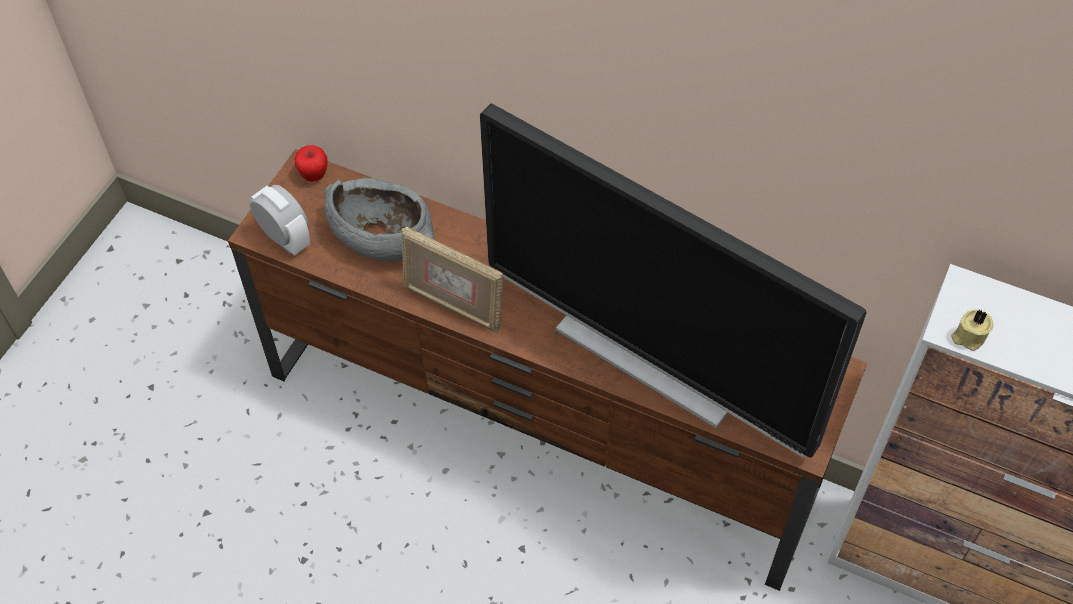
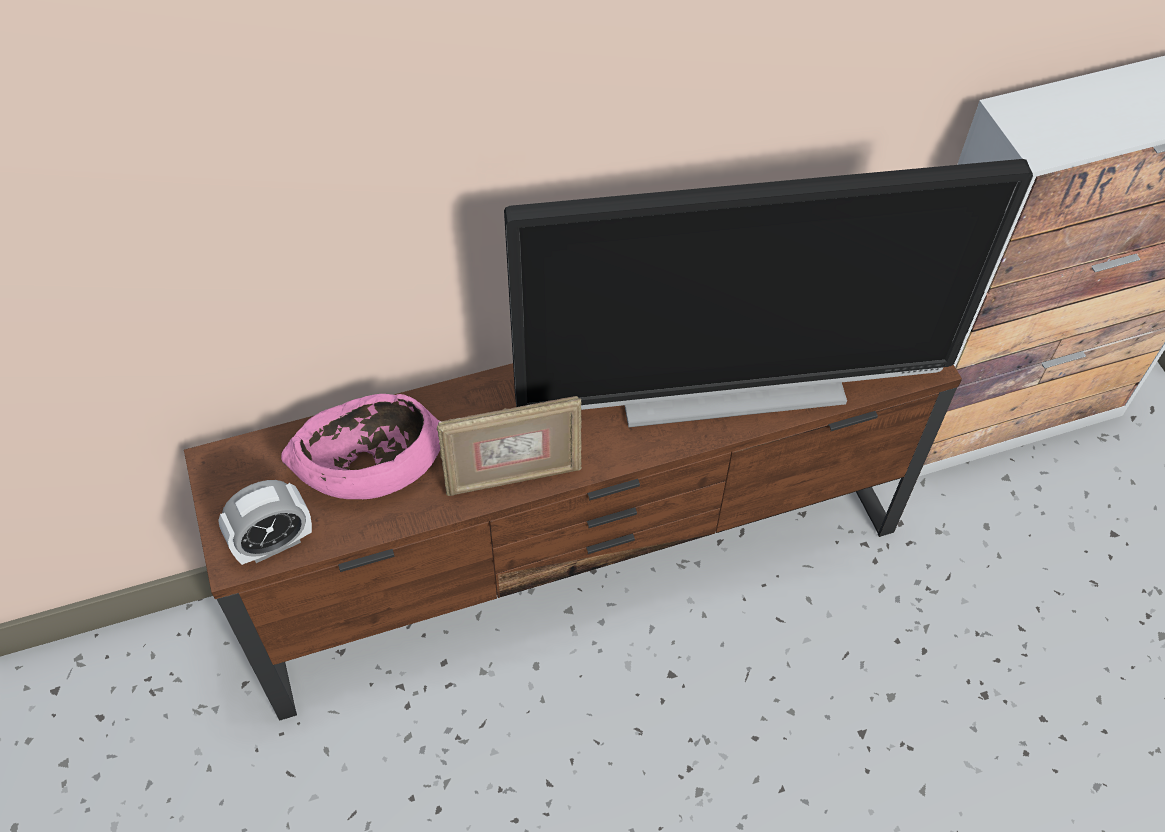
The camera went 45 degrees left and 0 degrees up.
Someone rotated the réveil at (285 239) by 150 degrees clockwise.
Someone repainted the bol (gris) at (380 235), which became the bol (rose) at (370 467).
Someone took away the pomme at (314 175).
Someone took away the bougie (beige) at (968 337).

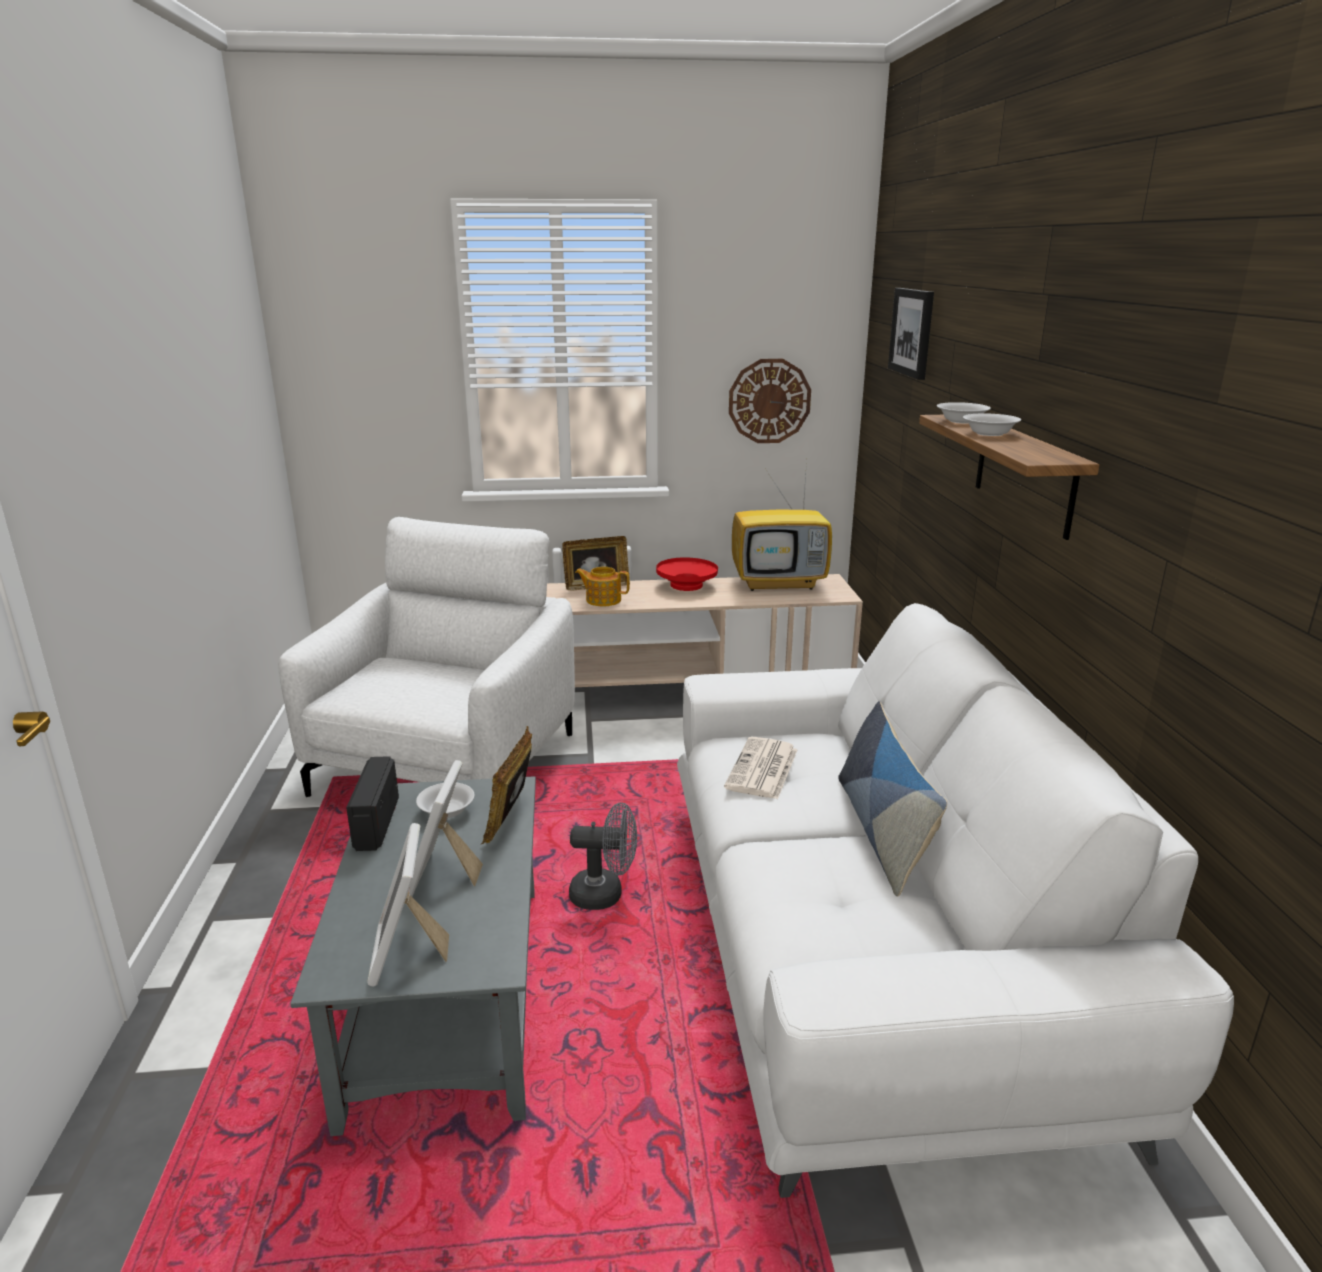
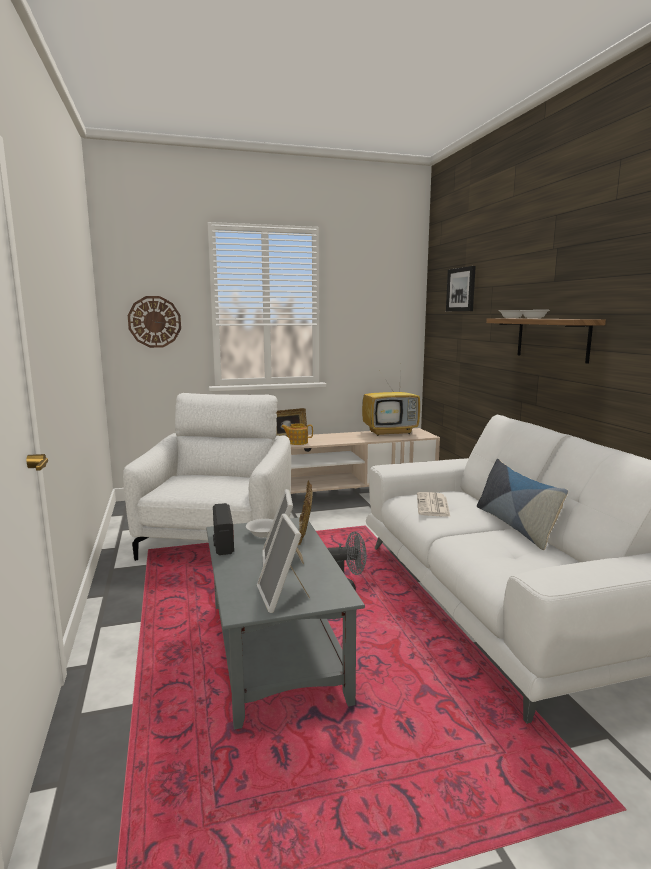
The camera went 10 degrees left and 10 degrees down.
Someone carried the horloge murale from (769 401) to (154 322).
Someone took away the bol (rouge) at (687 585).

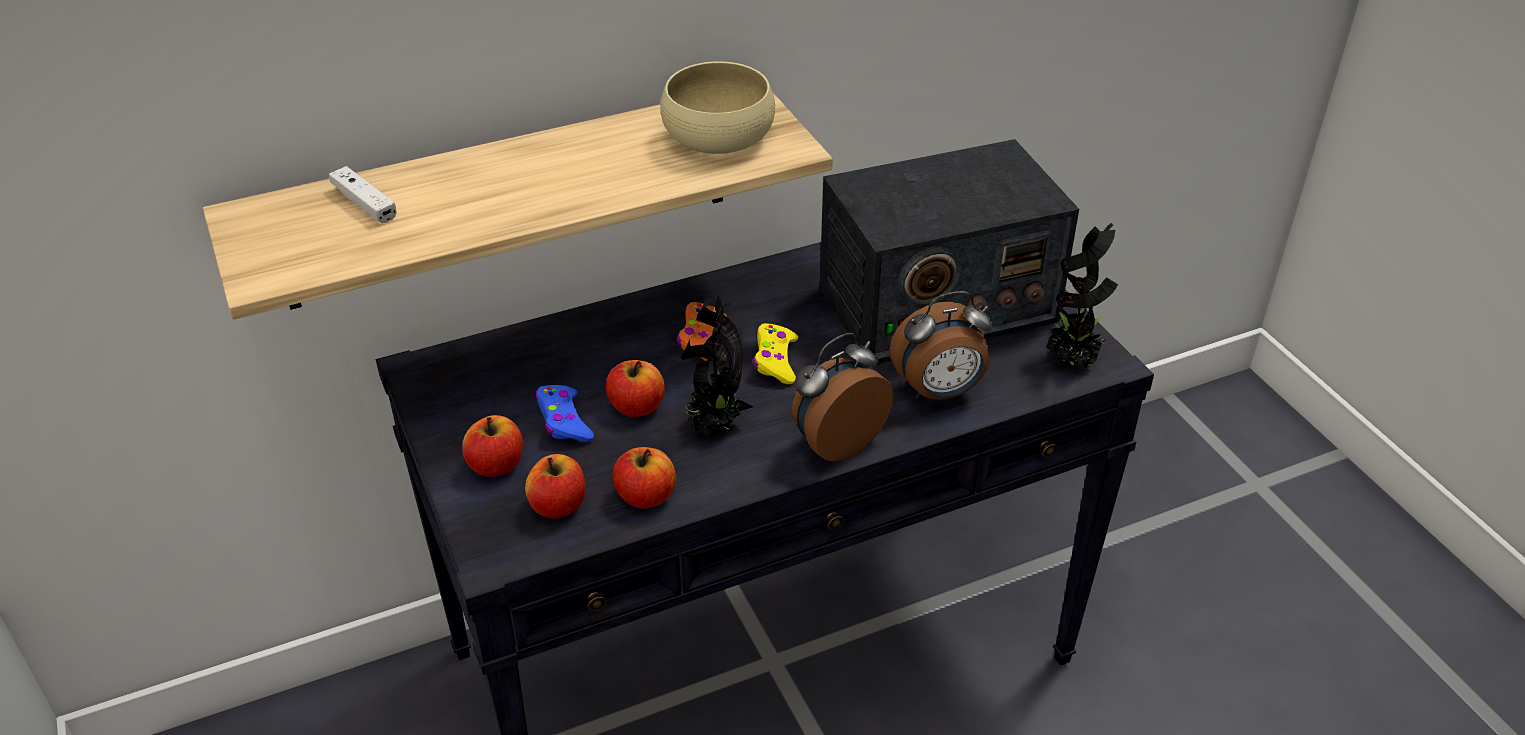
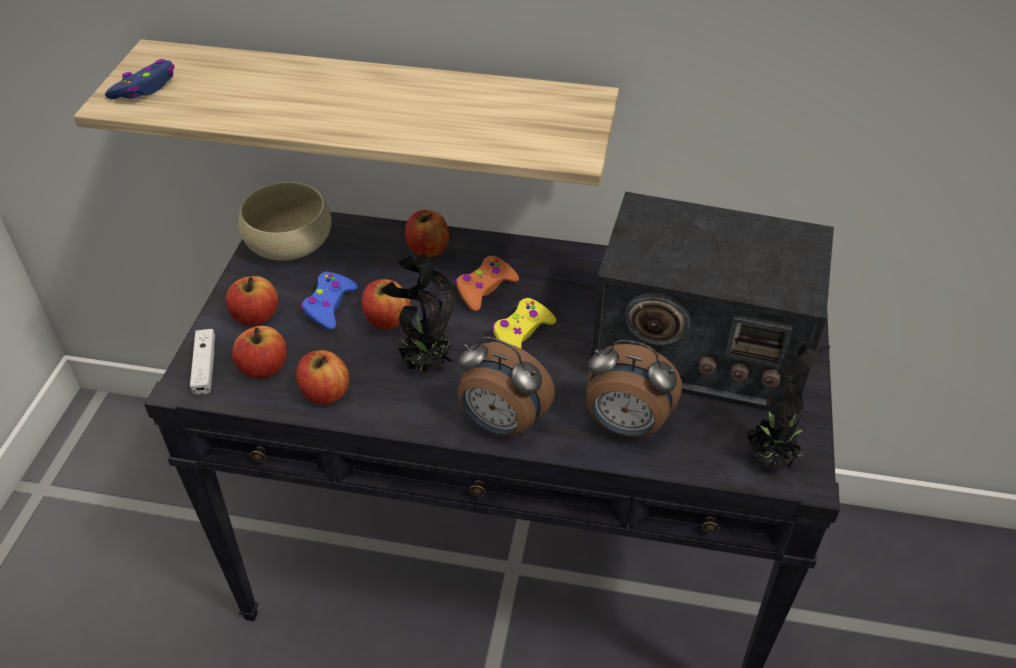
The camera went 35 degrees right and 5 degrees up.
Someone put down the manette (bleu) at (145 88).
Someone carried the manette (blanc) from (364 203) to (205 367).
Someone carried the bol (beige) from (718 136) to (289 241).
Someone put down the pomme at (428 249).
Someone rotated the réveil at (836 441) by 150 degrees counterclockwise.

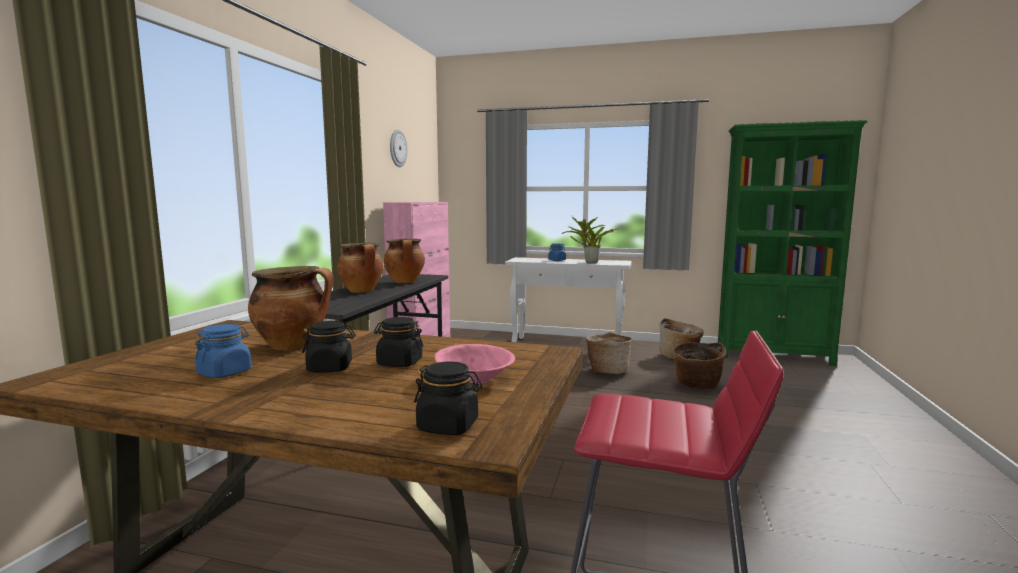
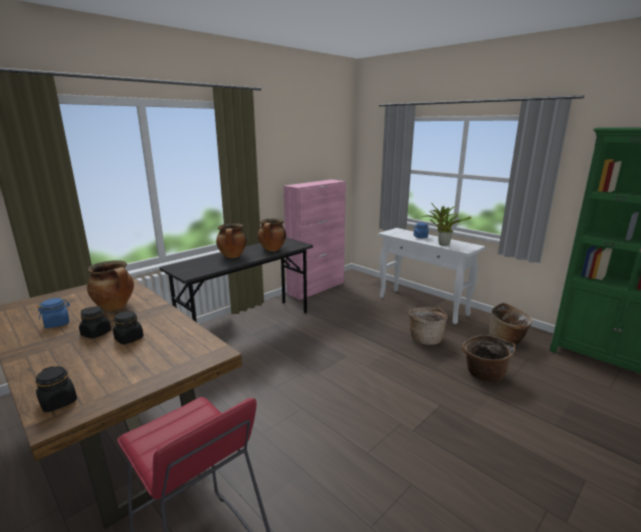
The camera went 30 degrees right and 10 degrees up.
Someone took away the horloge murale at (397 148).
Someone took away the bol (rose) at (475 378).

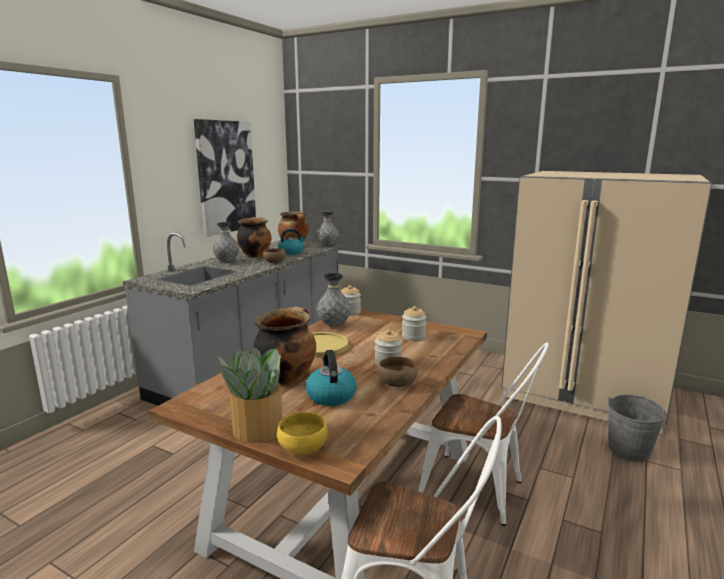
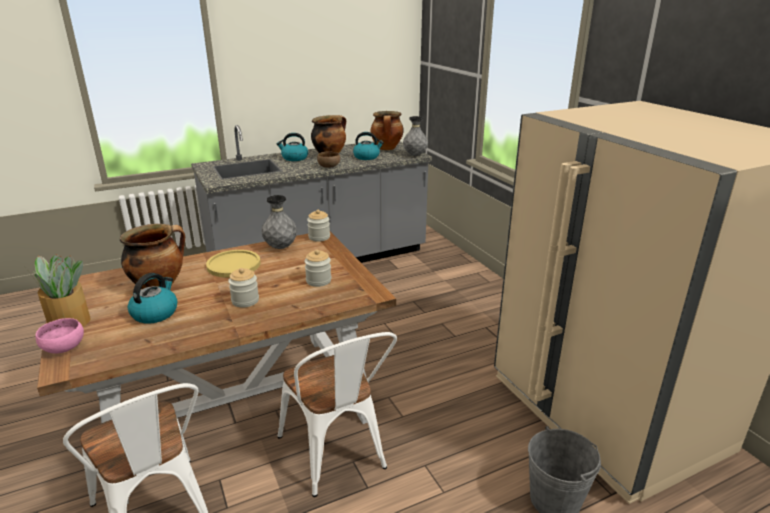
The camera went 35 degrees right and 10 degrees up.
Someone repainted the bol (jaune) at (302 449), which became the bol (rose) at (63 348).
Someone swapped the vase (gris) at (227 262) for the bouilloire at (294 158).
Someone took away the tableau at (225 177).
Someone took away the bol (marron) at (397 383).

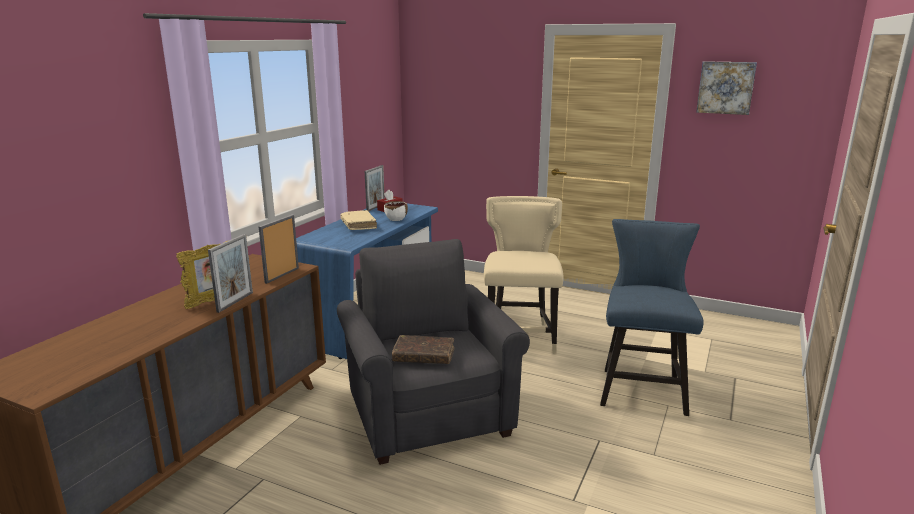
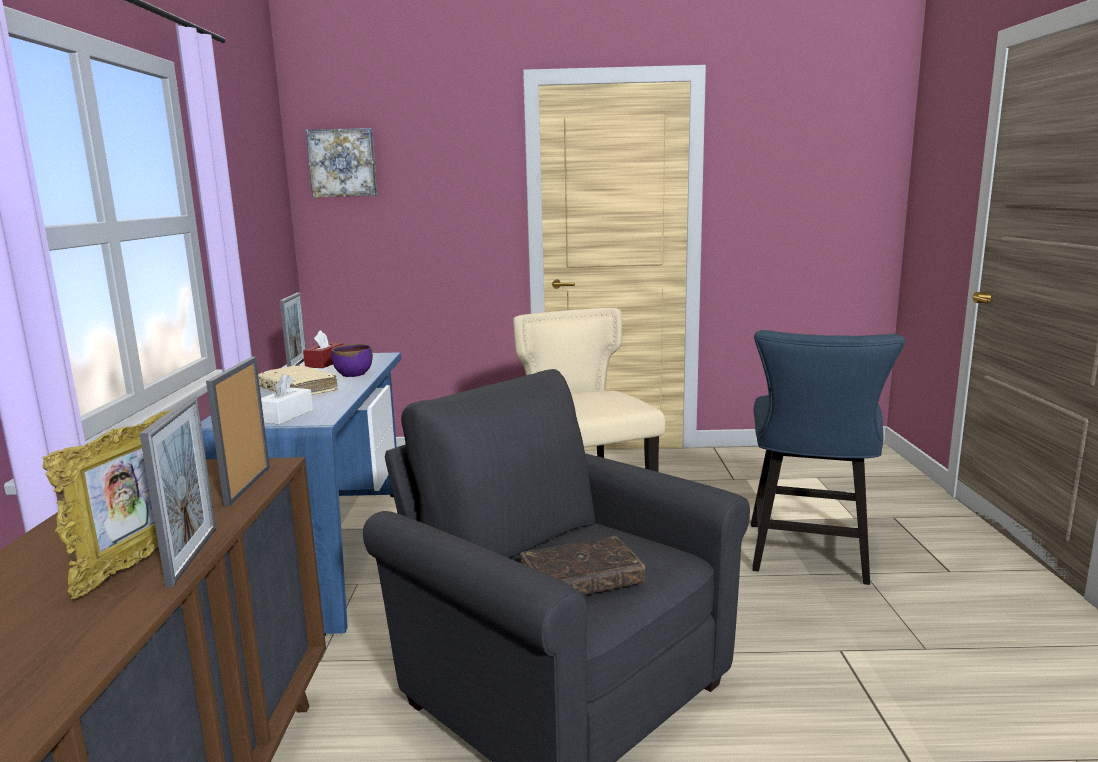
The camera went 25 degrees left and 5 degrees down.
Someone put down the boîte à mouchoirs (blanc) at (286 416).
Someone carried the tableau from (726 87) to (343 163).
Someone repainted the bol (blanc) at (396 219), which became the bol (violet) at (353 374).
Someone rotated the chaise (bleu) at (641 387) by 150 degrees counterclockwise.

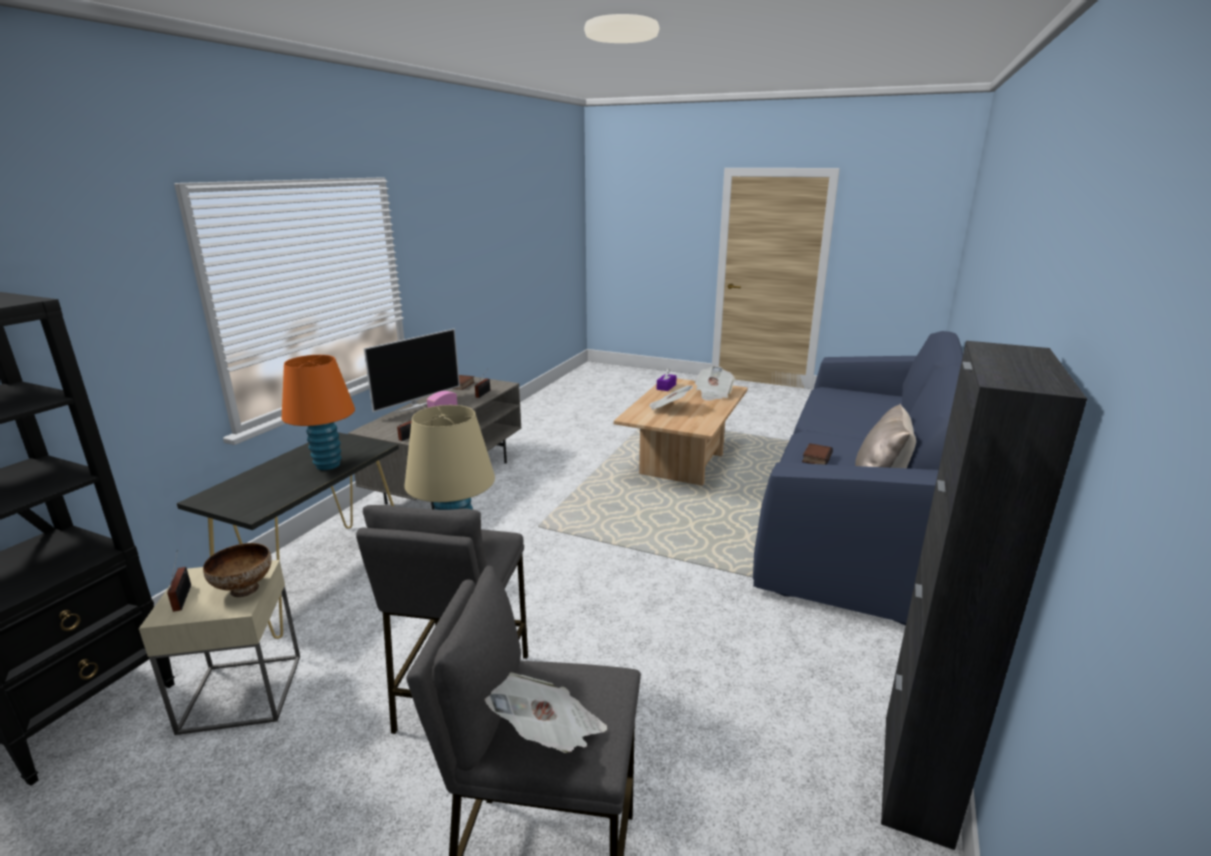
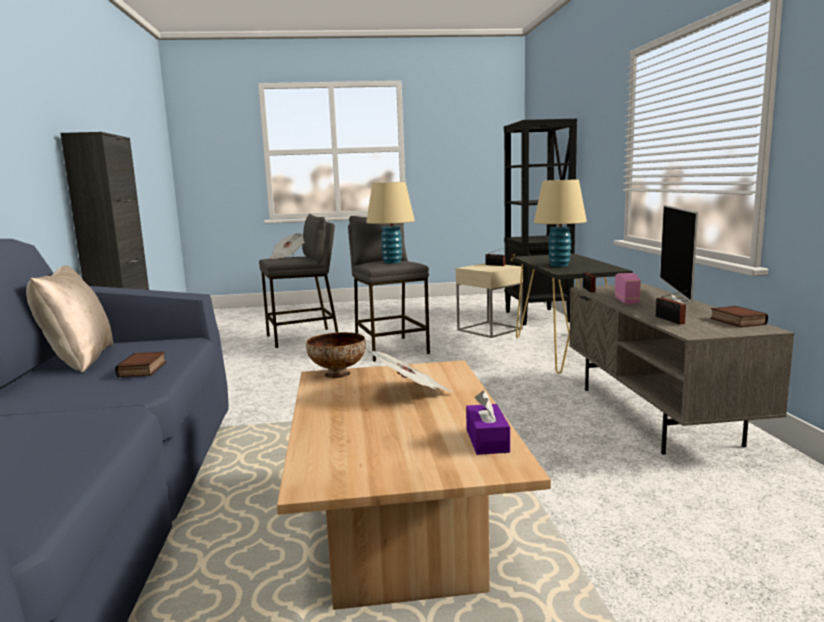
The camera went 150 degrees right and 10 degrees down.
Someone carried the bol from (244 589) to (338 374).
Someone repainted the lampe de table (orange) at (328 465), which became the lampe de table (beige) at (559 265).
Someone took away the journal at (713 394).

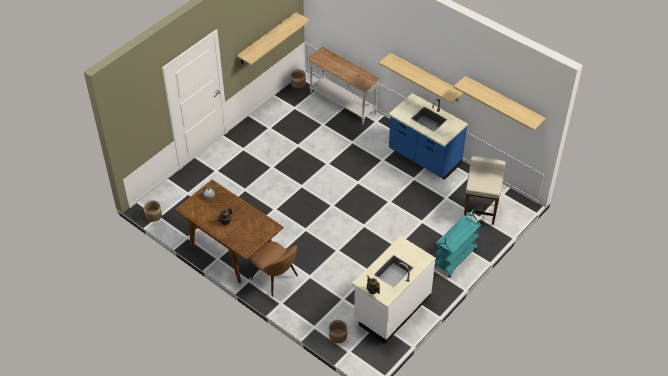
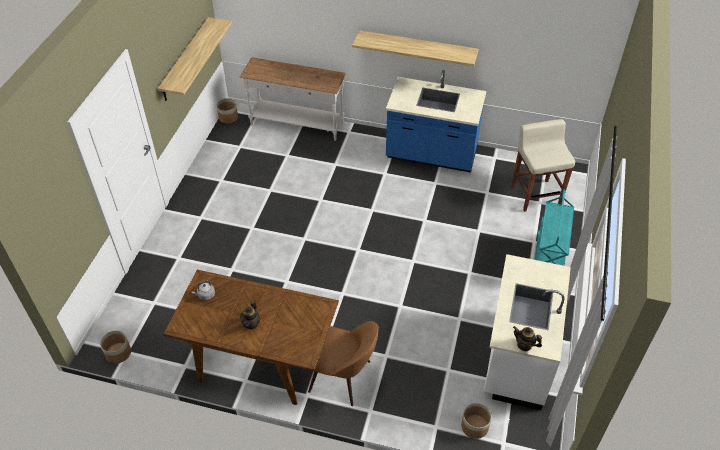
The camera went 25 degrees left and 0 degrees up.
Someone took away the étagère at (503 102).

